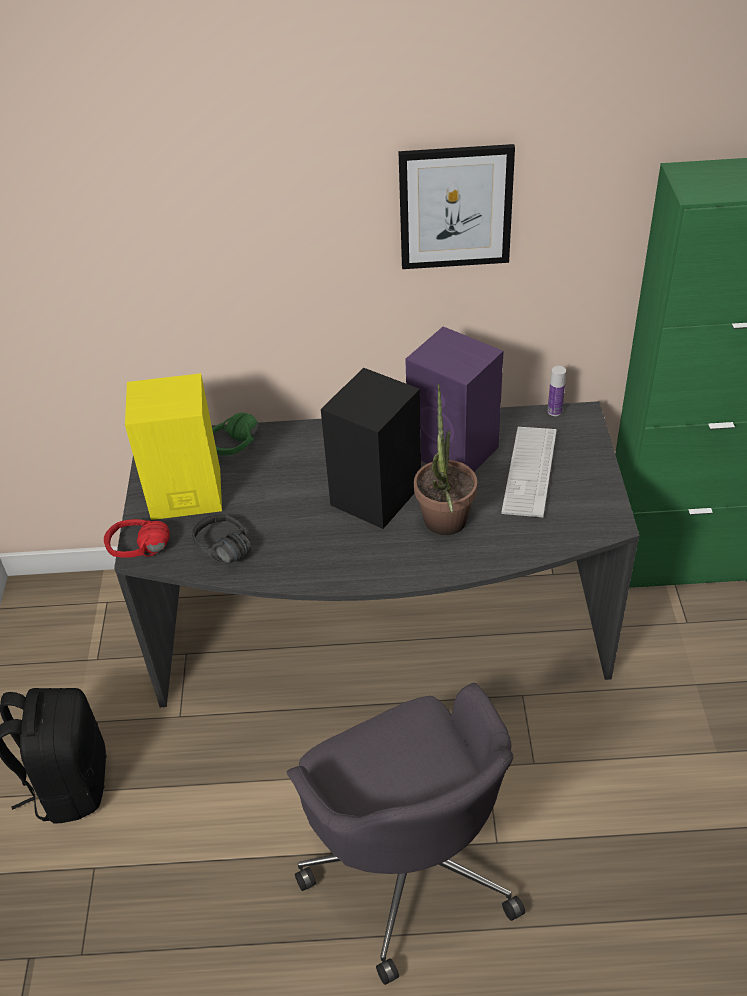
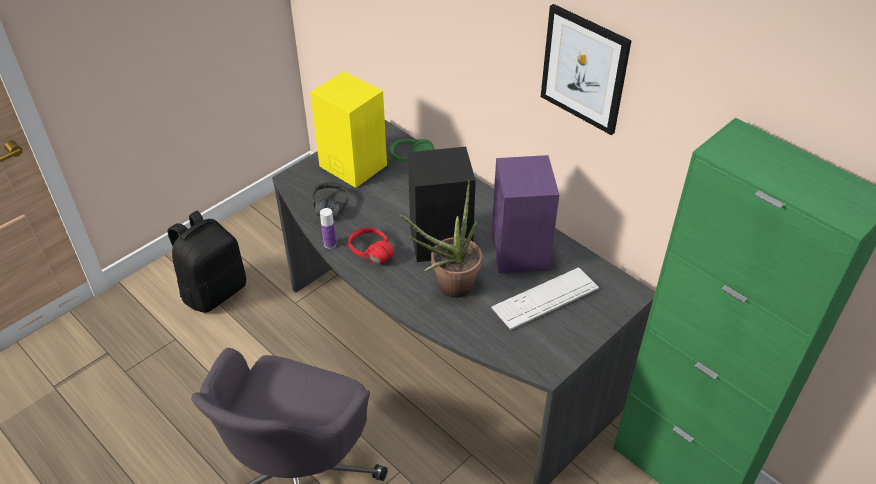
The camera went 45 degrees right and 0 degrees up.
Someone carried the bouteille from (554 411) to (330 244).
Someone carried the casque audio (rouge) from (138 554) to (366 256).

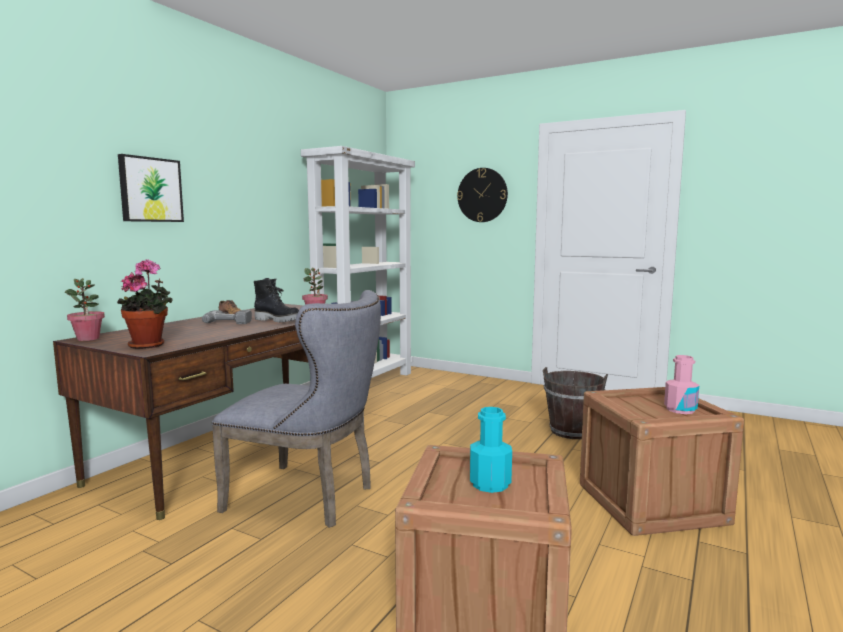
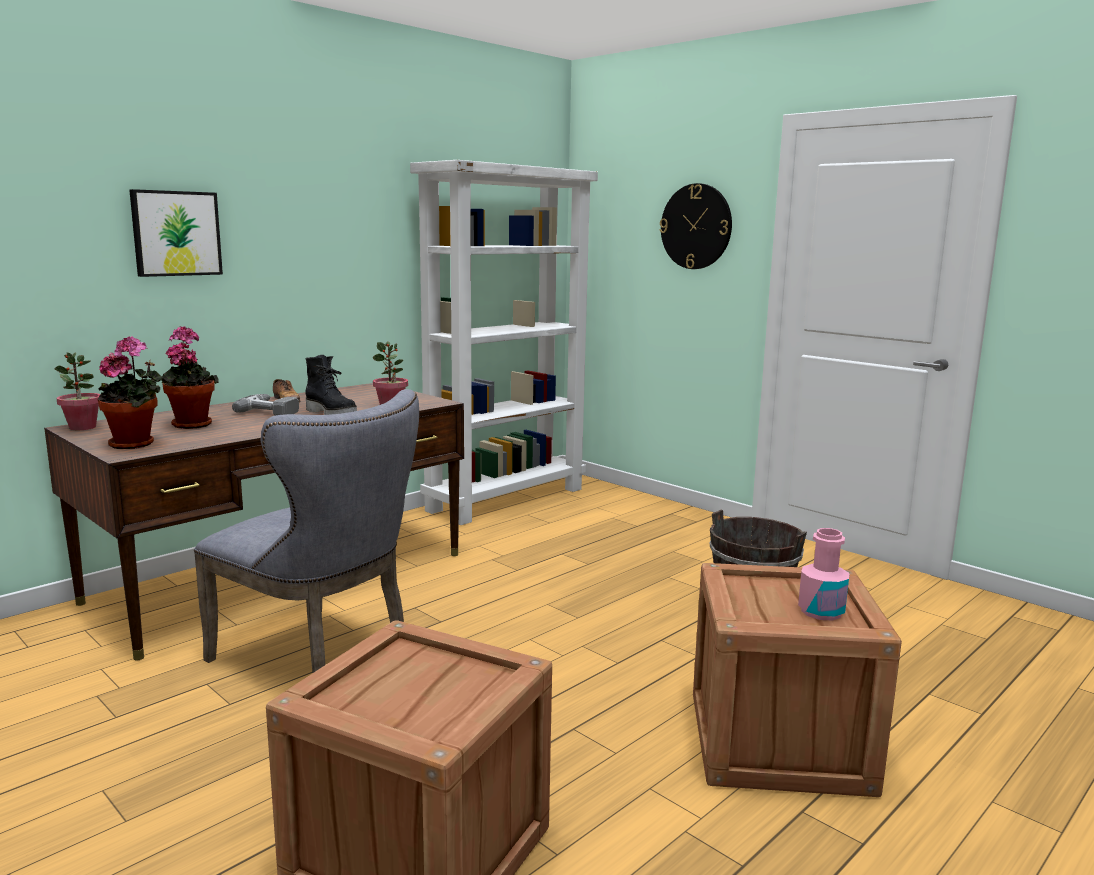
The camera went 15 degrees right and 5 degrees up.
Someone put down the plante en pot at (191 424).
Someone took away the bouteille (turquoise) at (490 484).

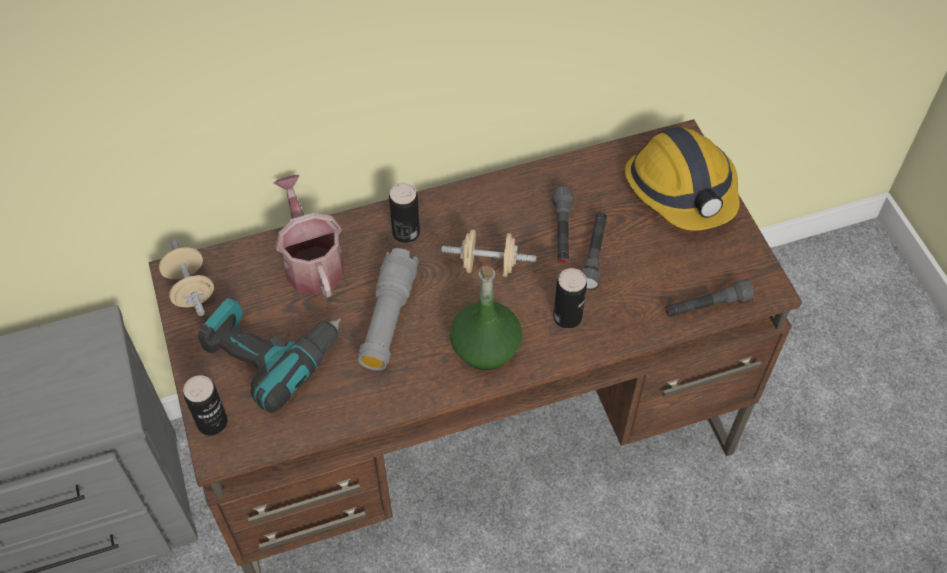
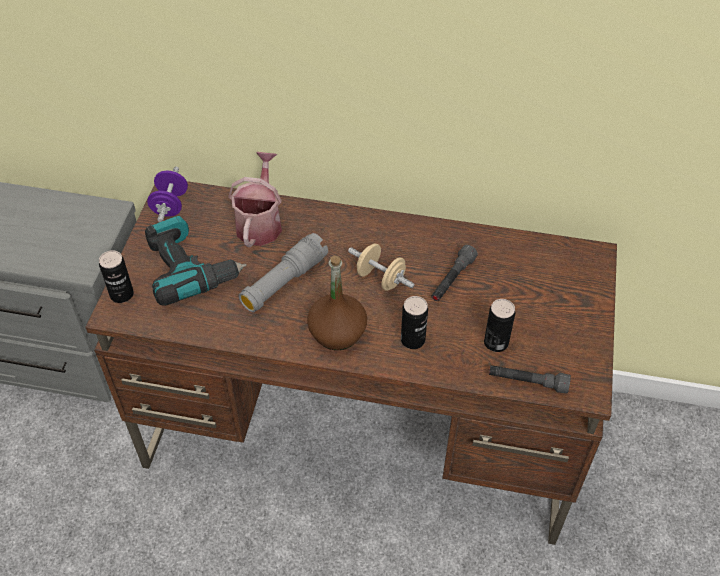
The camera went 30 degrees right and 5 degrees down.
Someone repainted the haltère (beige) at (190 289), which became the haltère (violet) at (170 205).
Someone repainted the bouteille (vert) at (485 347), which became the bouteille (marron) at (337 332).
Someone carried the boîte métallique from (406 232) to (496 342).
Someone took away the lampe de poche (gris) at (594 255).
Someone took away the casque de chantier at (682 190).

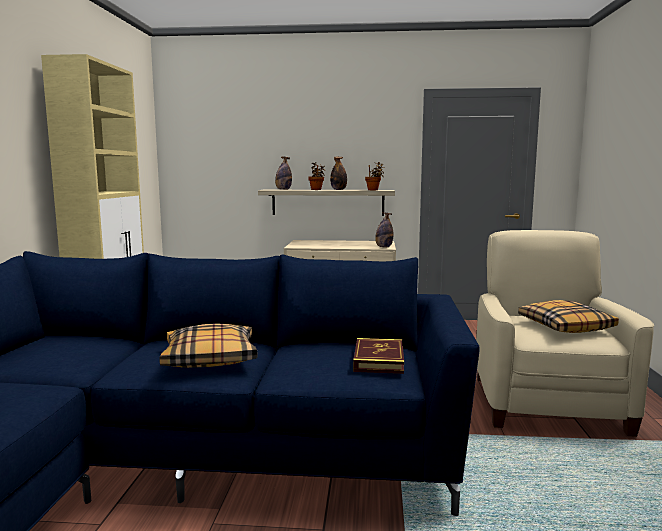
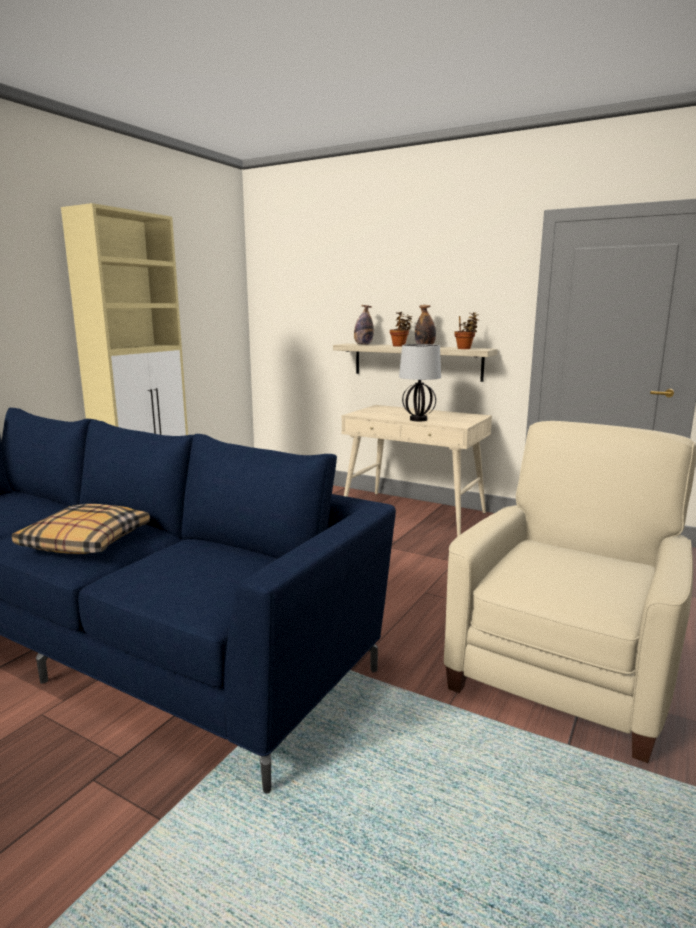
The camera went 25 degrees right and 5 degrees up.
Someone put down the lampe de table at (418 419).
Someone took away the livre at (379 360).
Someone took away the bouteille at (384 247).
Someone took away the coussin at (565 326).

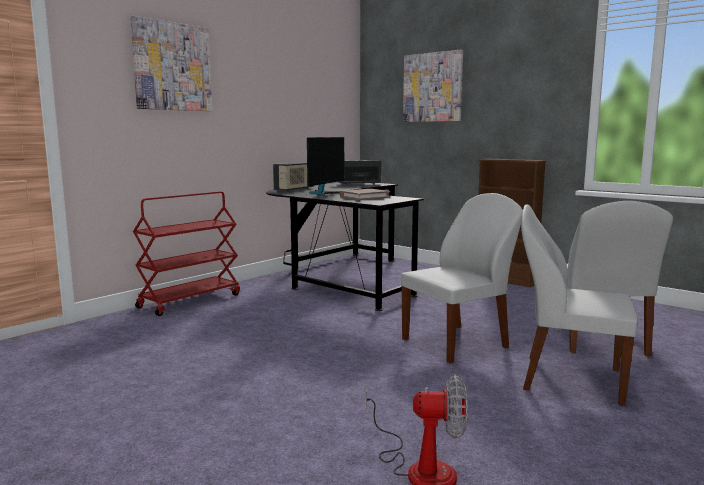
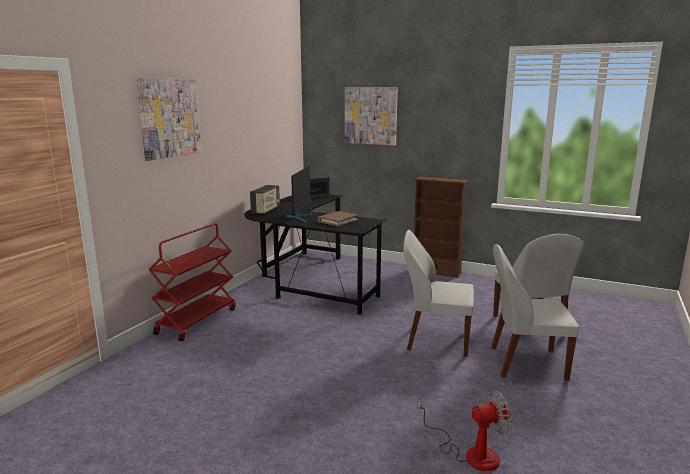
The camera went 15 degrees left and 5 degrees up.
Someone rotated the chaise (blanc) at (457 343) by 120 degrees counterclockwise.

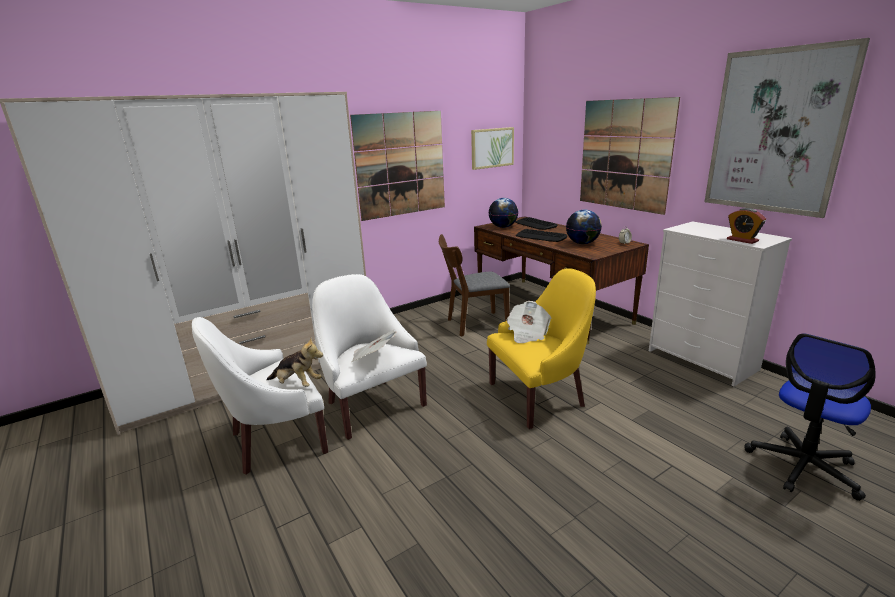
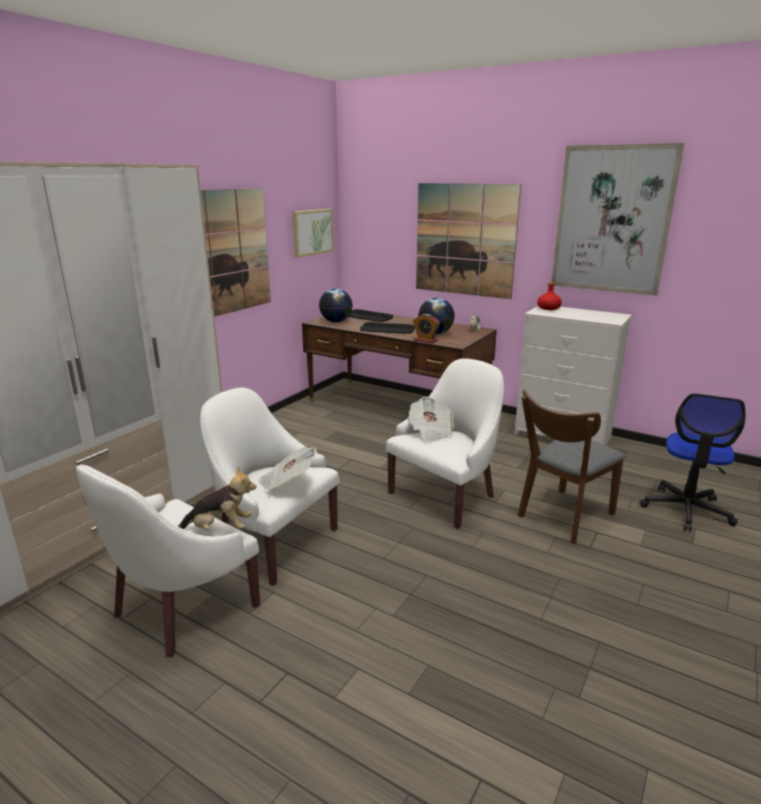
The camera went 25 degrees left and 0 degrees up.
Someone repainted the fauteuil (jaune) at (539 396), which became the fauteuil (blanc) at (446 496).
Someone carried the réveil from (742 240) to (425 340).
Someone carried the chaise (marron) from (473 324) to (562 518).
Someone put down the bouteille (rouge) at (548 308).

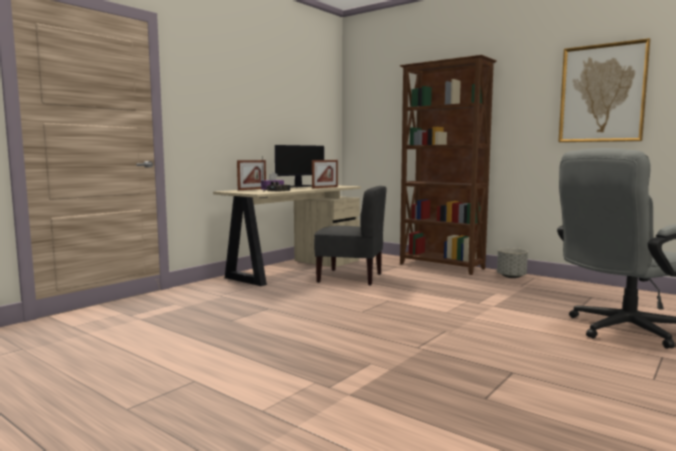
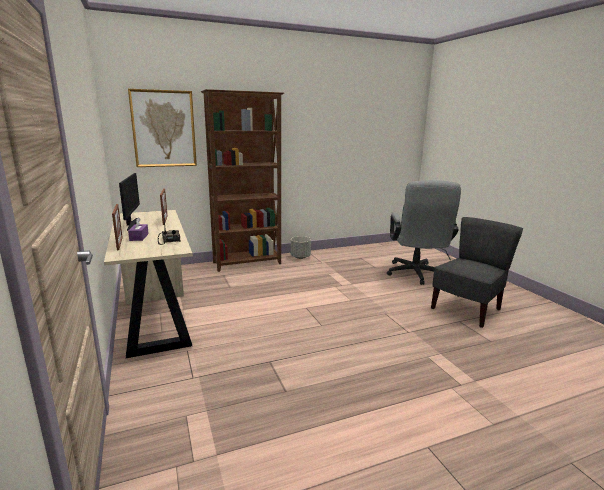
The camera went 60 degrees left and 10 degrees up.
Someone carried the tableau from (602 93) to (164 129).
Someone carried the chaise (gris) from (350 278) to (467 309).

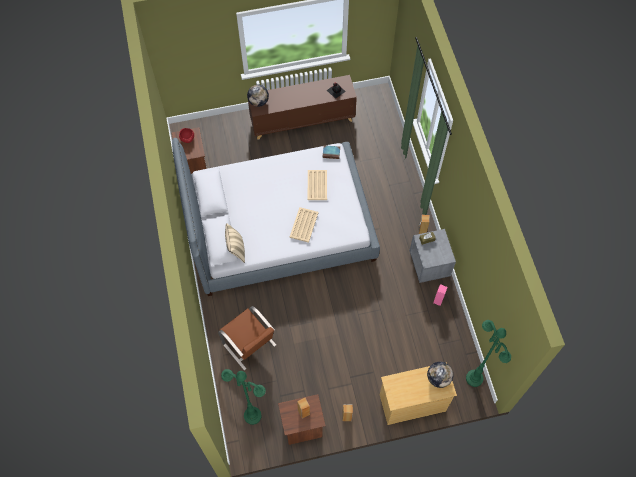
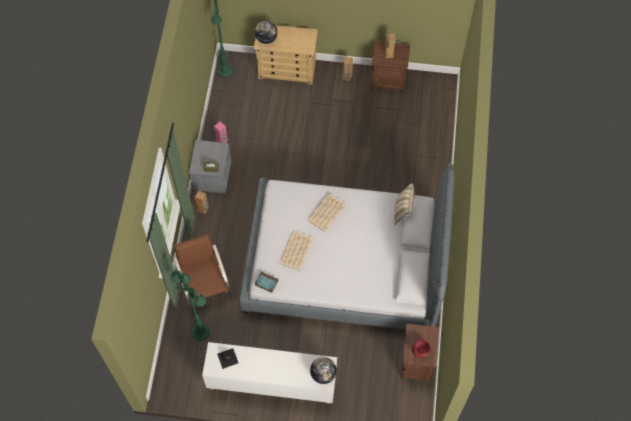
The camera went 160 degrees left and 0 degrees up.
Someone carried the lampadaire (vert) from (252 415) to (201 332).
Someone carried the chaise (marron) from (250 346) to (205 286).
Someone repainted the meuble de rangement (marron) at (302 120), which became the meuble de rangement (blanc) at (271 382).

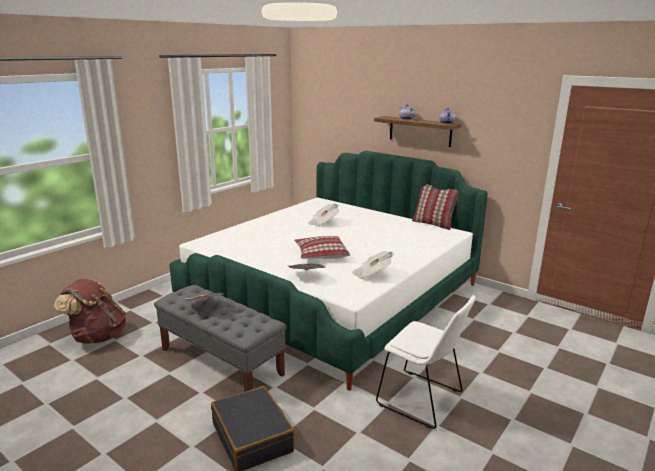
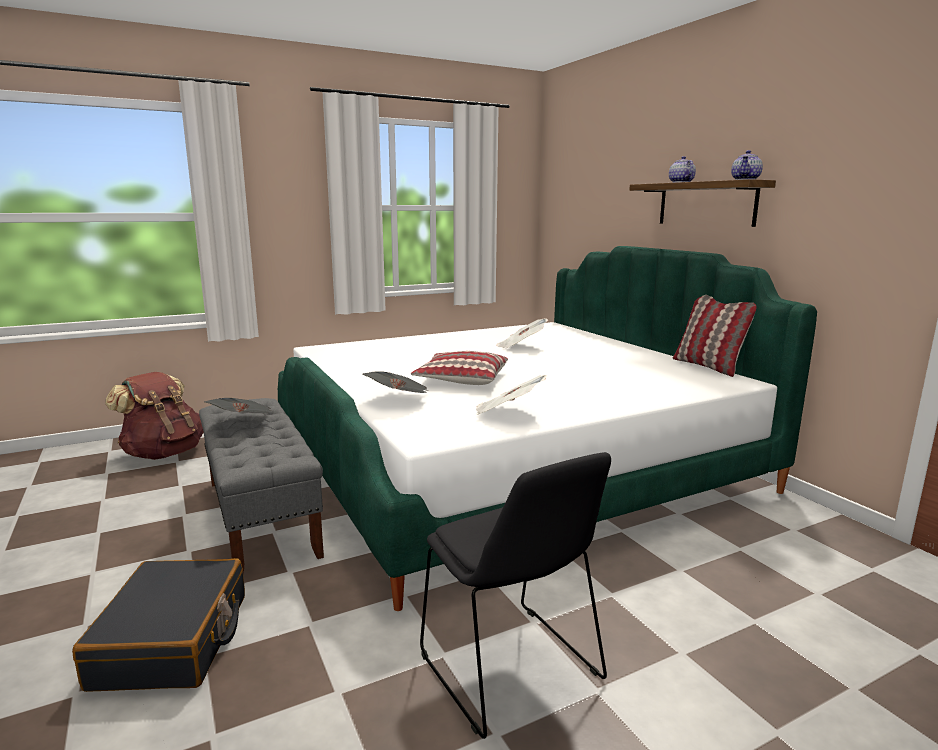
The camera went 25 degrees right and 5 degrees down.
Someone repainted the chaise (blanc) at (422 400), which became the chaise (noir) at (512 670).

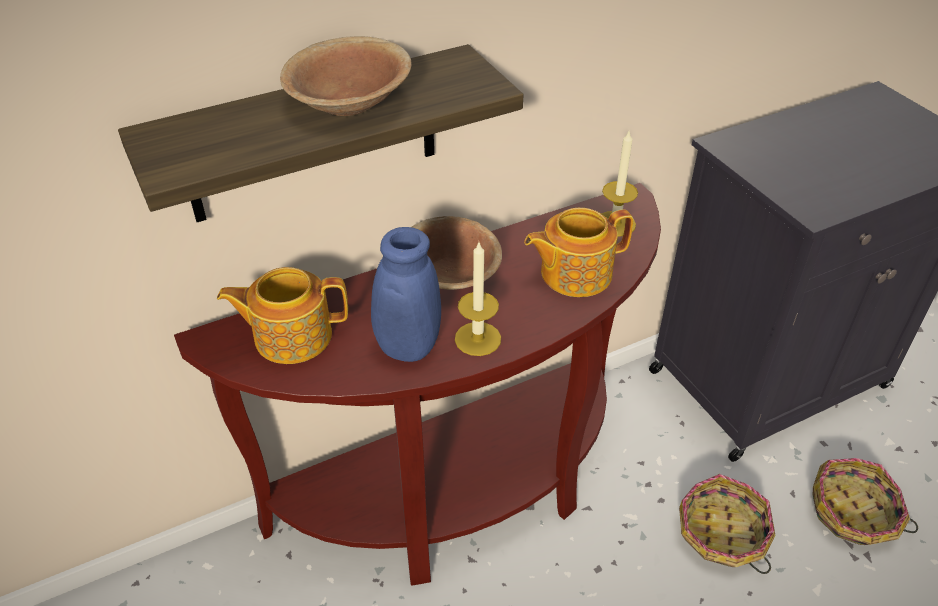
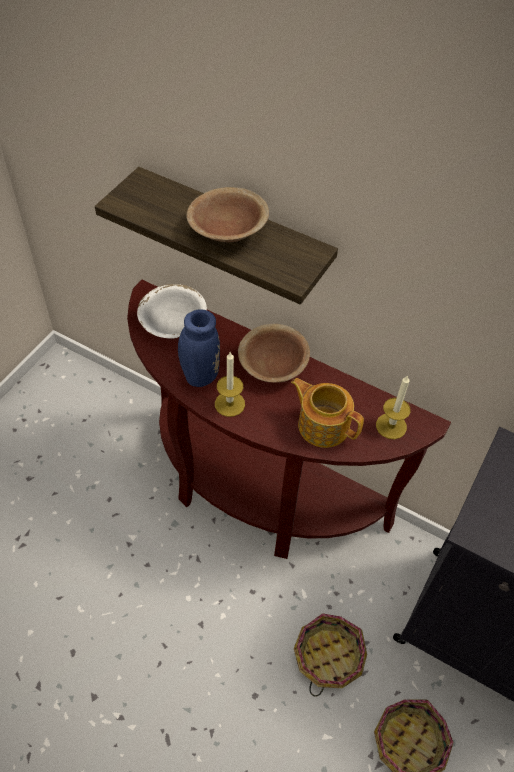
The camera went 55 degrees right and 10 degrees up.
Someone swapped the théière at (291 335) for the bol (blanc) at (173 323).

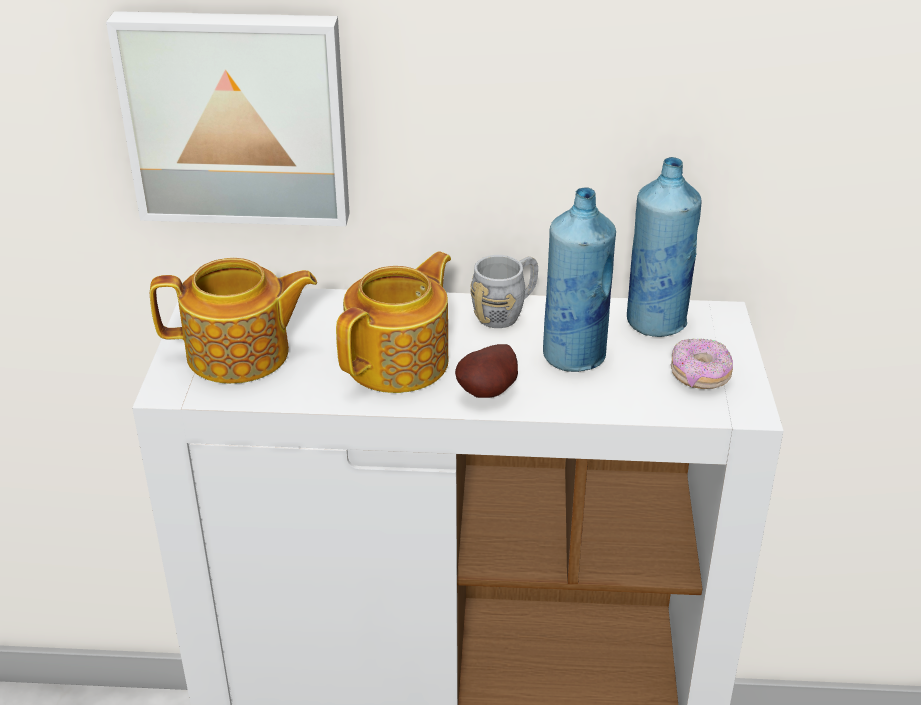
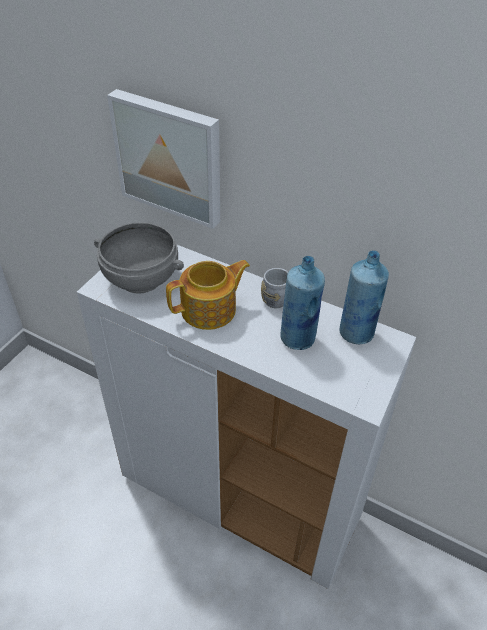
The camera went 25 degrees right and 10 degrees up.
Someone swapped the théière at (240 354) for the bol (gris) at (140 279).
Someone took away the pomme de terre at (490 392).
Someone took away the beignet at (700 375).

